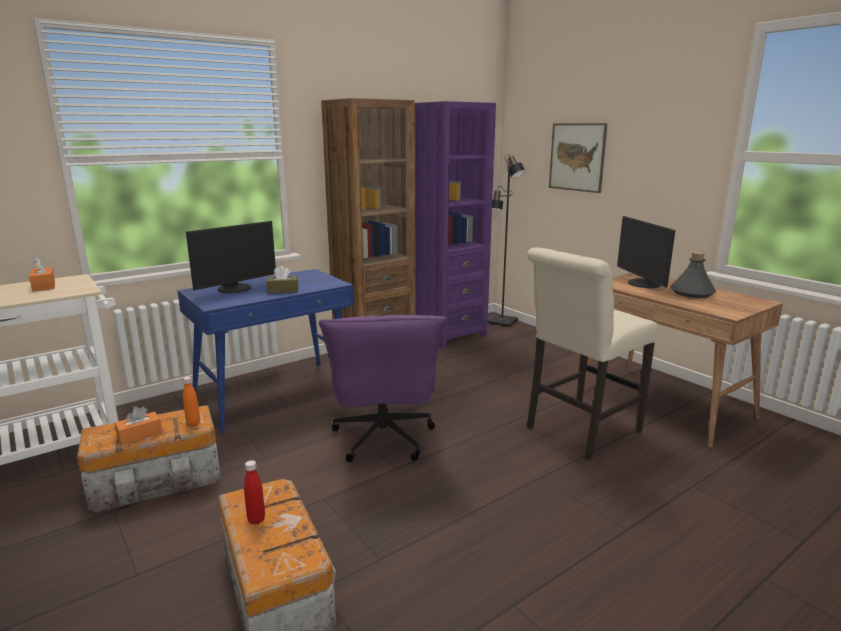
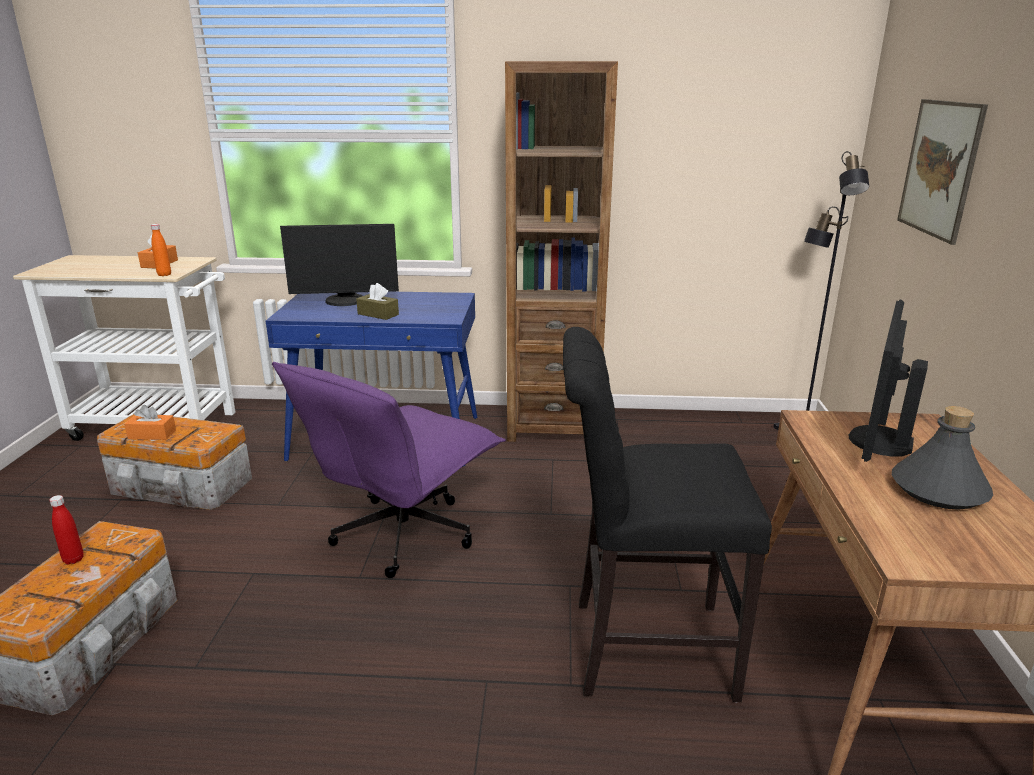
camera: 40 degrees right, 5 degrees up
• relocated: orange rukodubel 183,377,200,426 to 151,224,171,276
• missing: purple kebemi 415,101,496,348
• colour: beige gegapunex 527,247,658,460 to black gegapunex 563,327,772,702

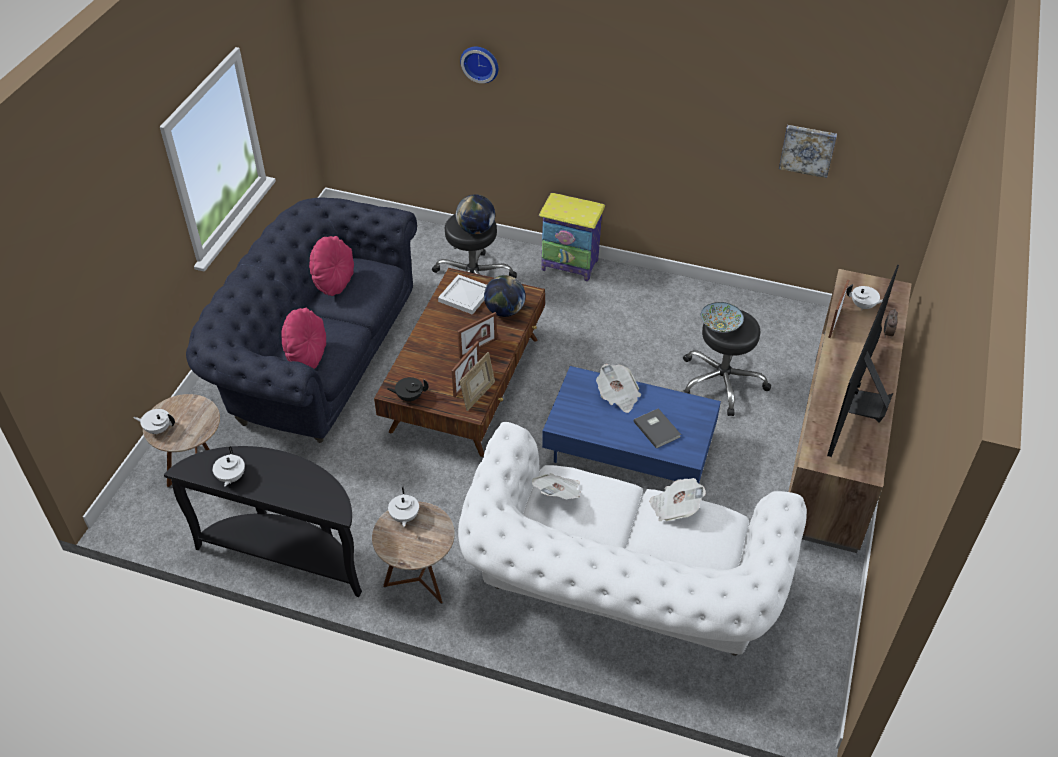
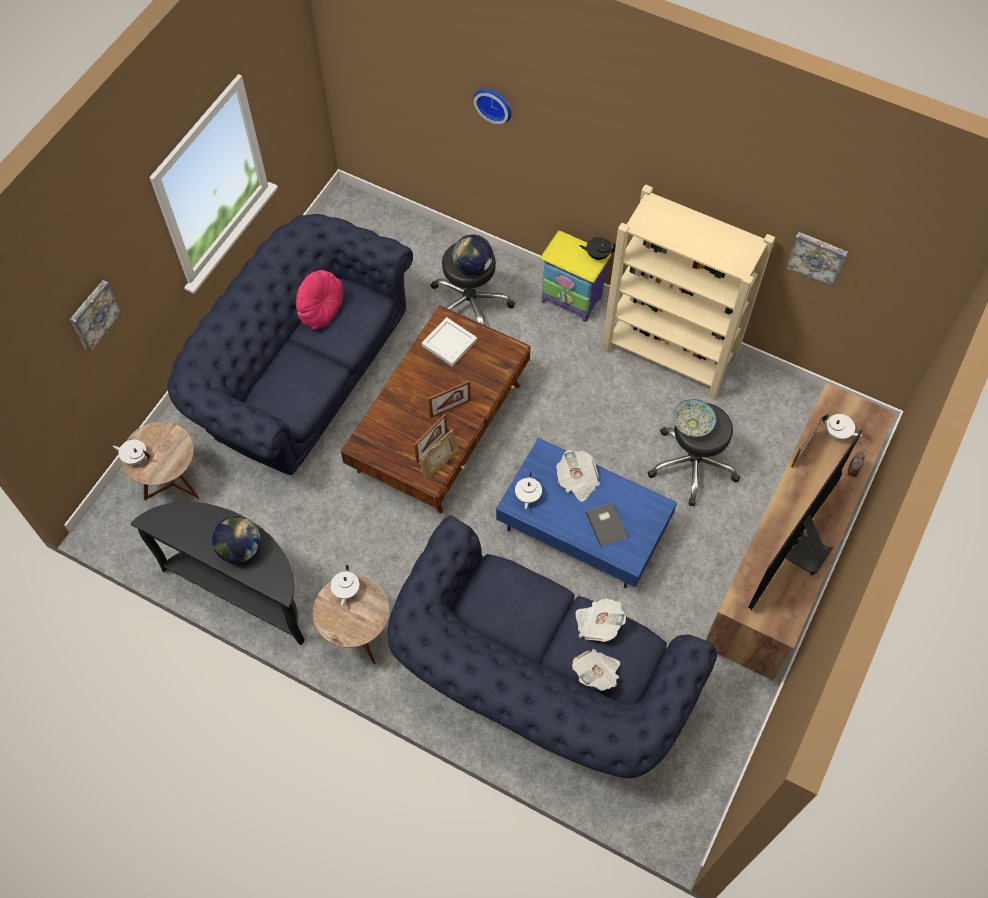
camera: 10 degrees right, 15 degrees up
• relocated: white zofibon 212,446,245,487 to 515,471,542,509
• missing: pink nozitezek 281,308,326,369
• relocated: black zofibon 387,377,428,402 to 580,237,616,260
• colour: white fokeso 458,422,807,656 to blue fokeso 388,516,717,778
• relocated: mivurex 484,275,525,317 to 212,516,260,563
• relocated: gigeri 532,473,581,499 to 572,649,621,691
• appeared: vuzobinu 70,280,123,352
• appeared: beige kebemi 601,185,775,400

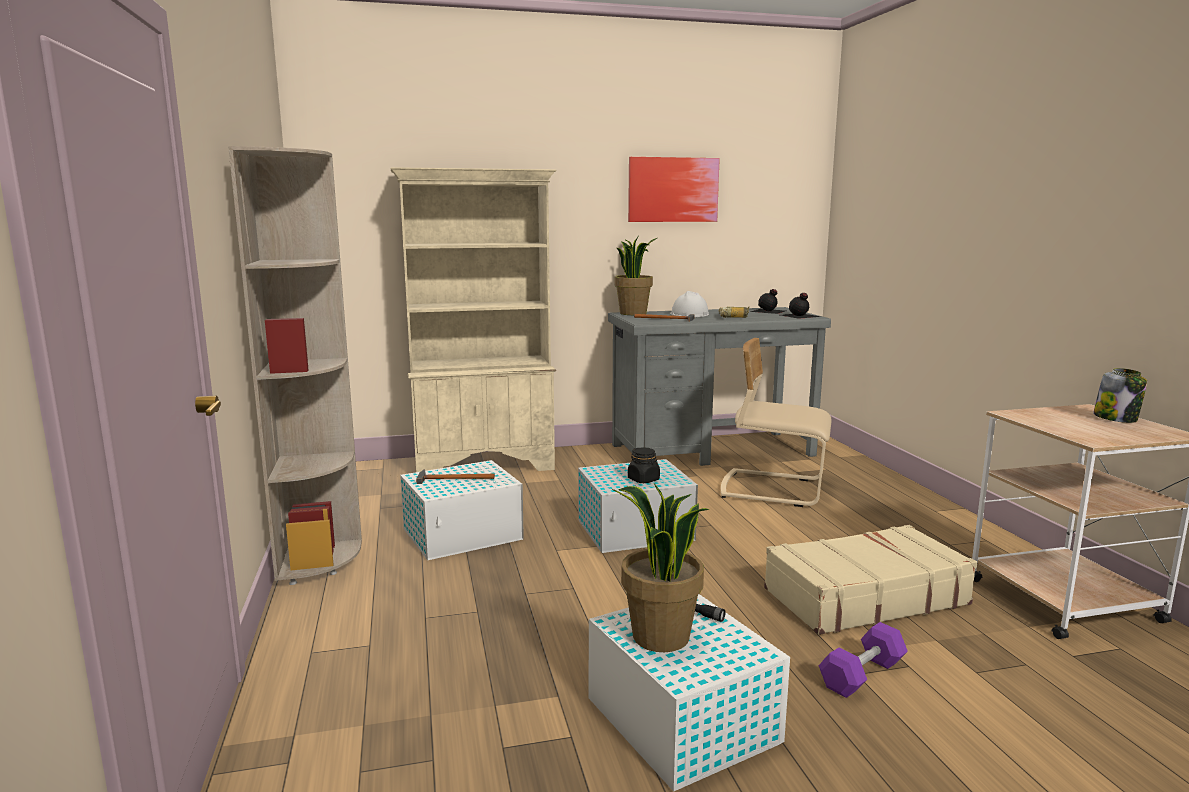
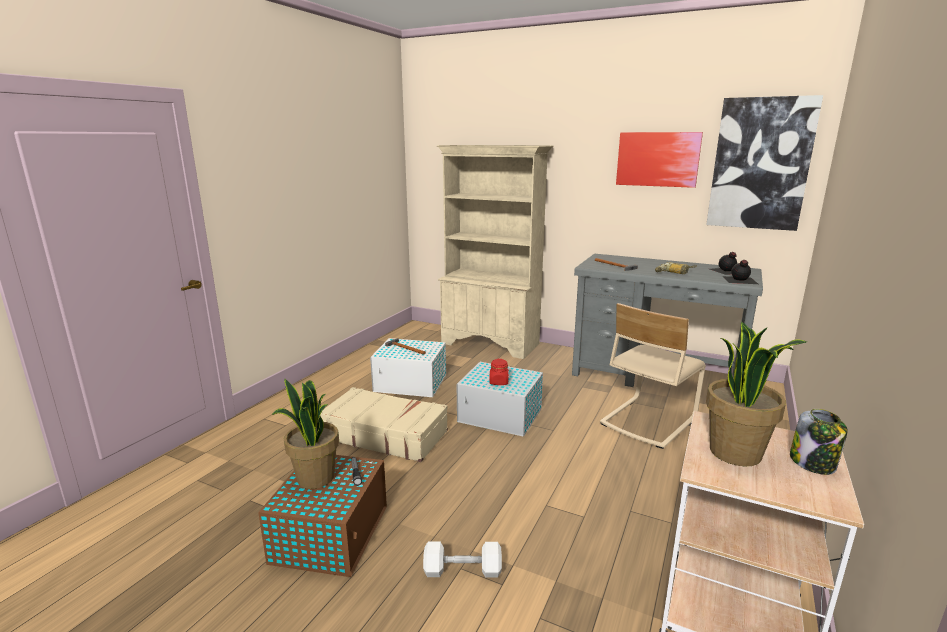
camera: 40 degrees right, 5 degrees up
• missing: beige kebemi 228,146,362,585
• colour: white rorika 588,594,790,791 to brown rorika 258,455,387,577
• relocated: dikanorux 615,236,657,315 to 706,322,807,467
• colour: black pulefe 628,448,660,483 to red pulefe 489,359,509,385
• missing: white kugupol 670,291,709,317
• spun: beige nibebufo 721,338,832,507 = 600,303,706,449 105 degrees counterclockwise
• relocated: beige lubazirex 764,525,977,635 to 320,387,448,462
• colour: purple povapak 818,622,908,698 to white povapak 423,541,502,578
• appeared: vuzobinu 706,95,823,231

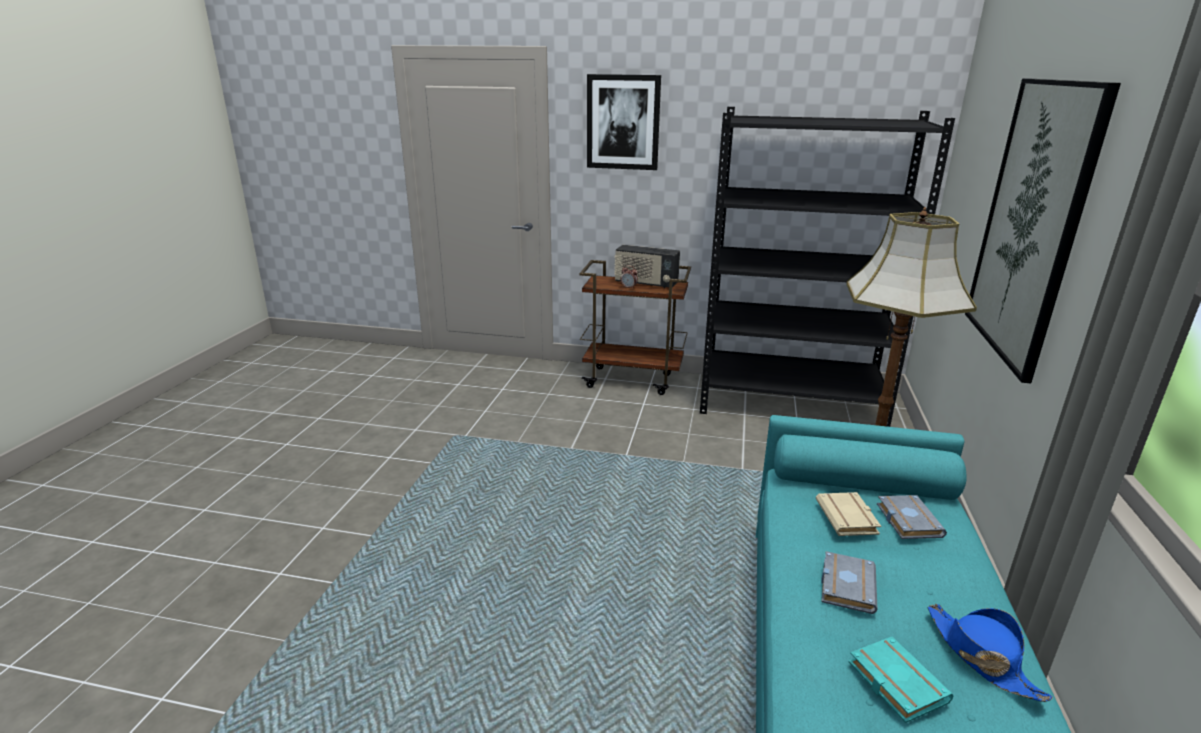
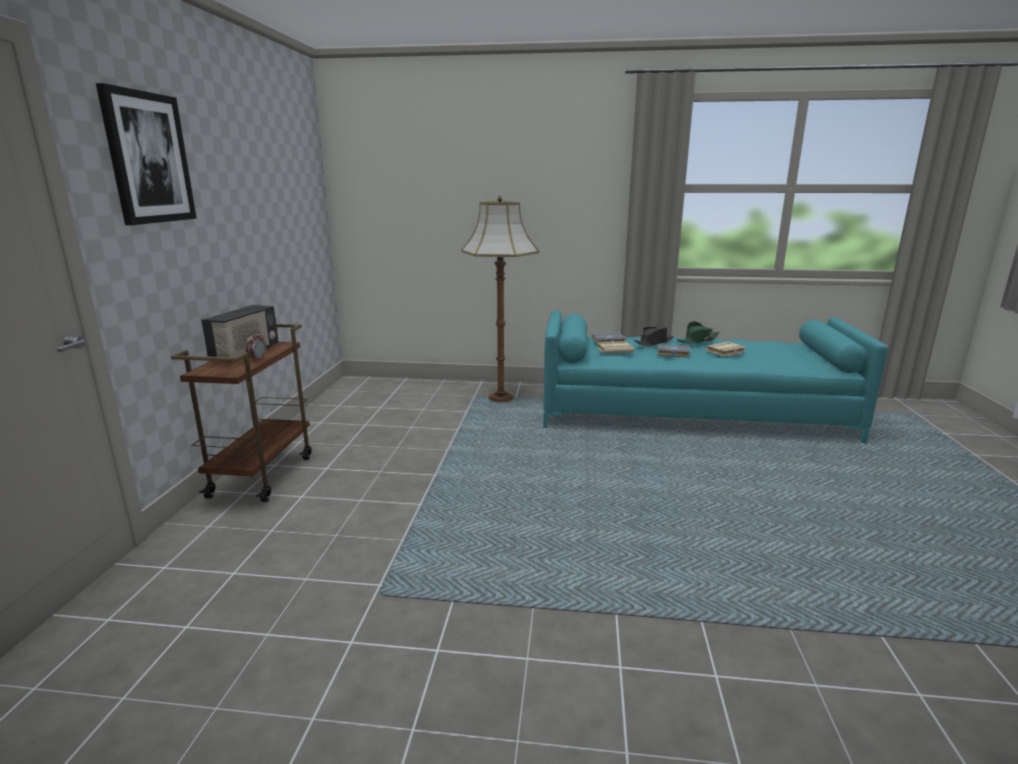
camera: 95 degrees left, 5 degrees down
• missing: black kebemi 700,107,955,427
• colour: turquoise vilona 849,637,953,723 to beige vilona 706,342,746,356
• colour: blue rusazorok 927,604,1053,702 to green rusazorok 676,321,720,344
• missing: vuzobinu 965,78,1121,383
• appeared: black rusazorok 634,326,674,346

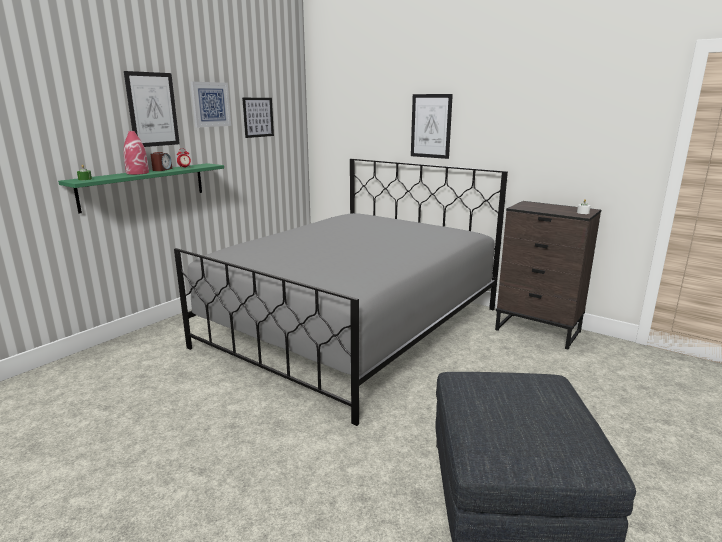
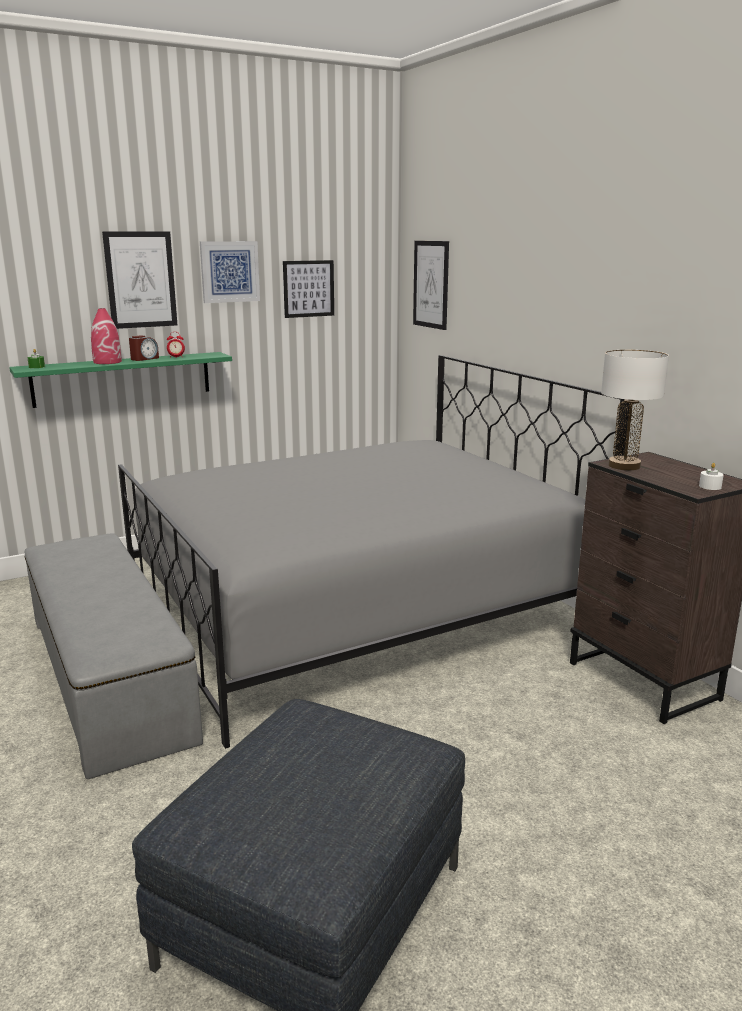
camera: 25 degrees right, 0 degrees up
• relocated: vuzobinu 411,94,453,159 to 413,241,449,330
• appeared: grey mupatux 25,533,203,779
• appeared: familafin 601,350,669,470

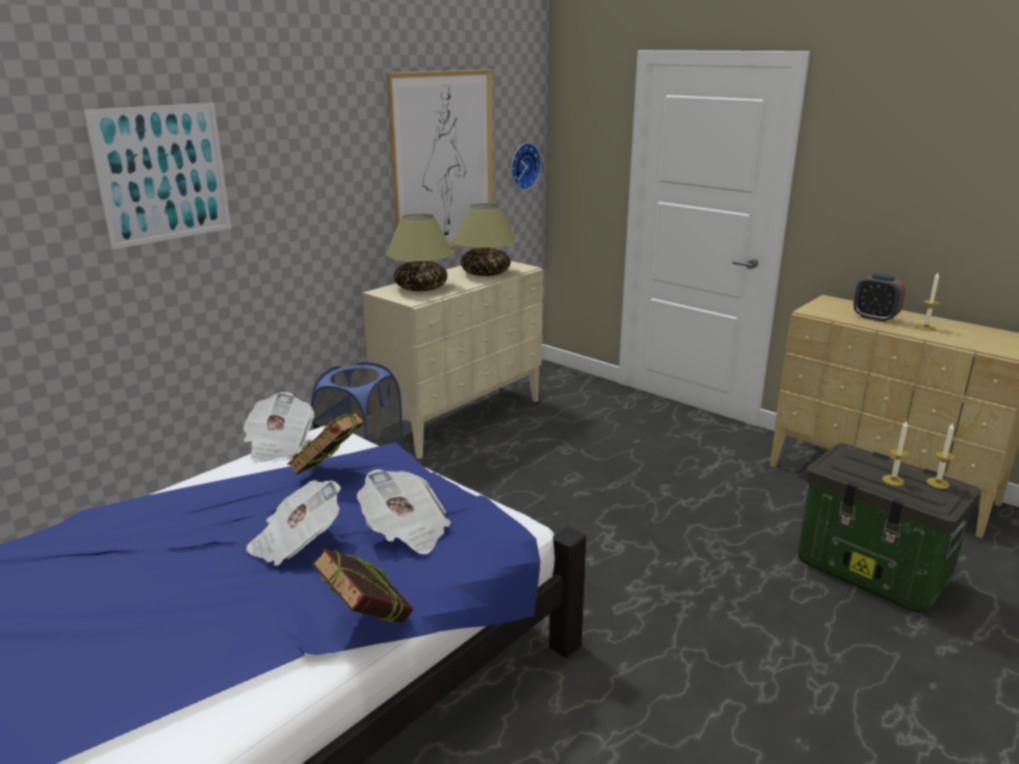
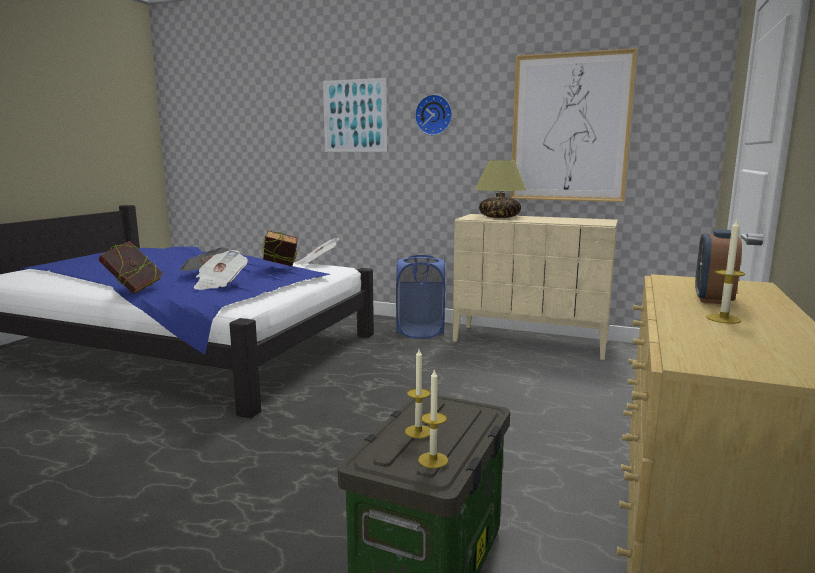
camera: 70 degrees right, 10 degrees down
• missing: familafin 454,203,517,276
• relocated: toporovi 511,143,541,190 to 415,94,452,135

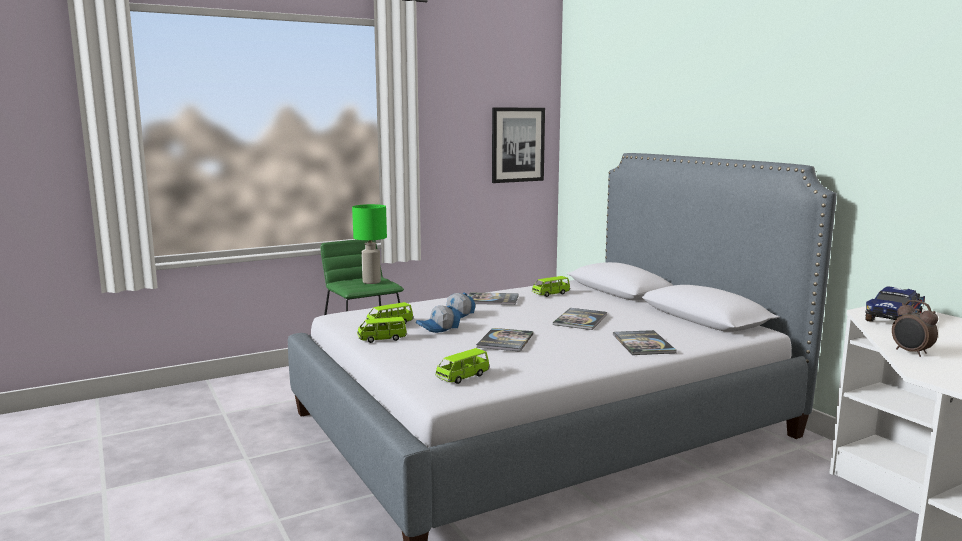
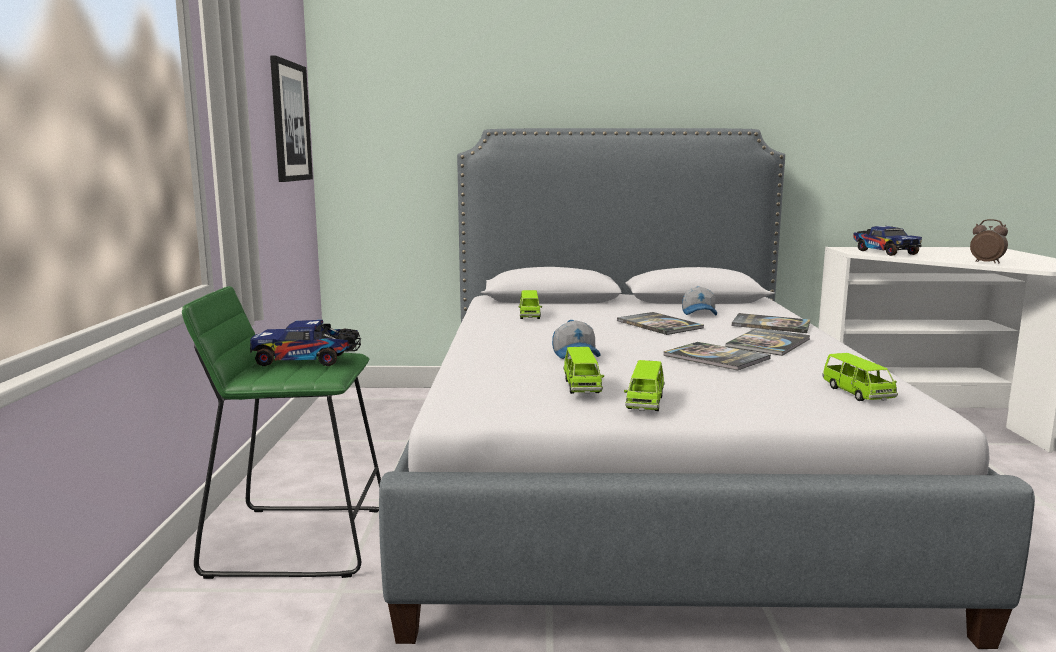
camera: 60 degrees left, 0 degrees up
• exchanged: green familafin 352,204,387,284 to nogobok 250,320,361,366
• relocated: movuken 416,305,461,333 to 682,287,717,315
• relocated: vilona 468,293,519,305 to 726,328,810,356
• spun: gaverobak 892,300,938,357 = 970,219,1008,263 135 degrees counterclockwise

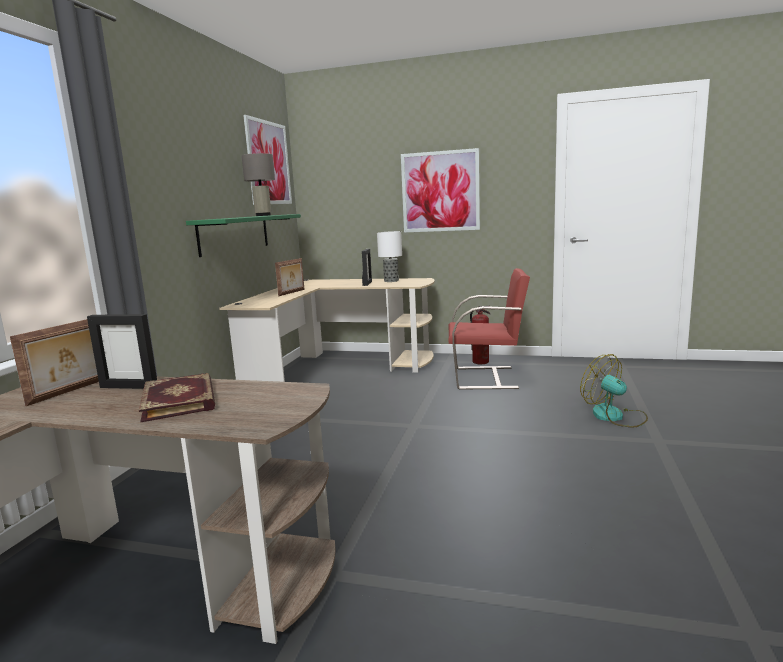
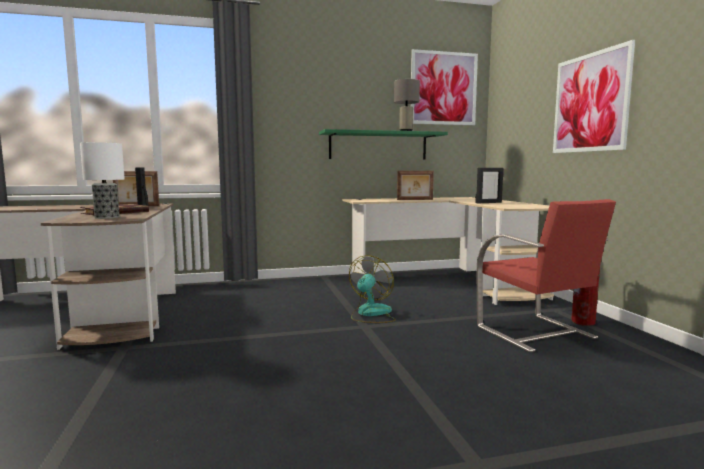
camera: 60 degrees right, 5 degrees down
• relocated: familafin 377,231,402,282 to 80,142,125,219
• relocated: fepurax 580,354,648,427 to 349,255,396,323

